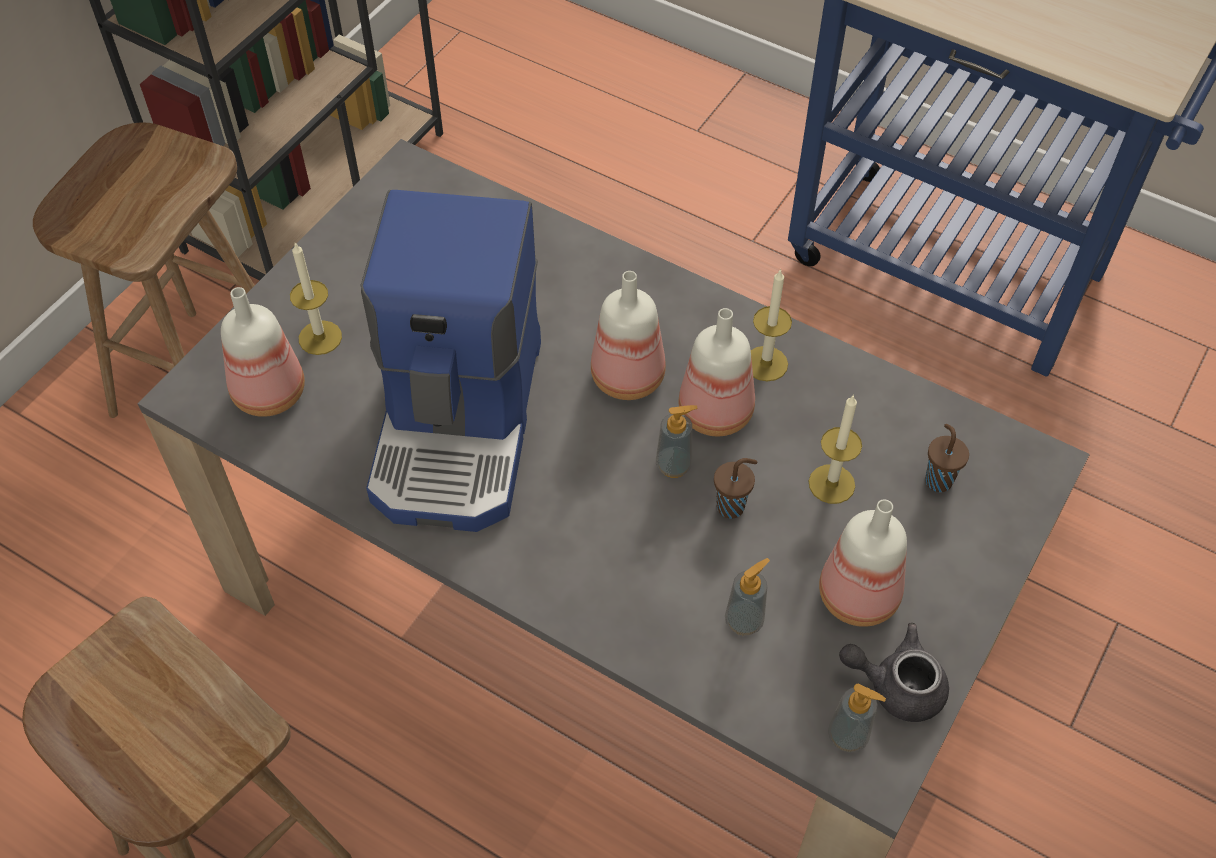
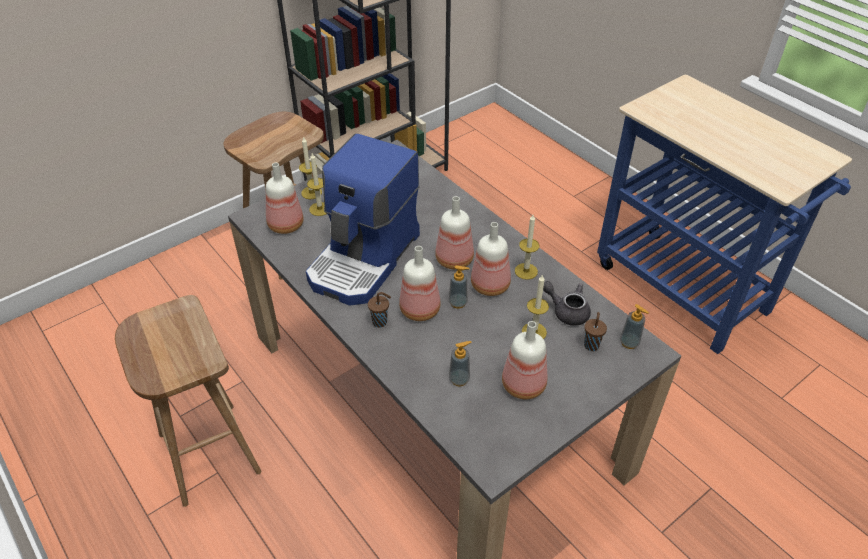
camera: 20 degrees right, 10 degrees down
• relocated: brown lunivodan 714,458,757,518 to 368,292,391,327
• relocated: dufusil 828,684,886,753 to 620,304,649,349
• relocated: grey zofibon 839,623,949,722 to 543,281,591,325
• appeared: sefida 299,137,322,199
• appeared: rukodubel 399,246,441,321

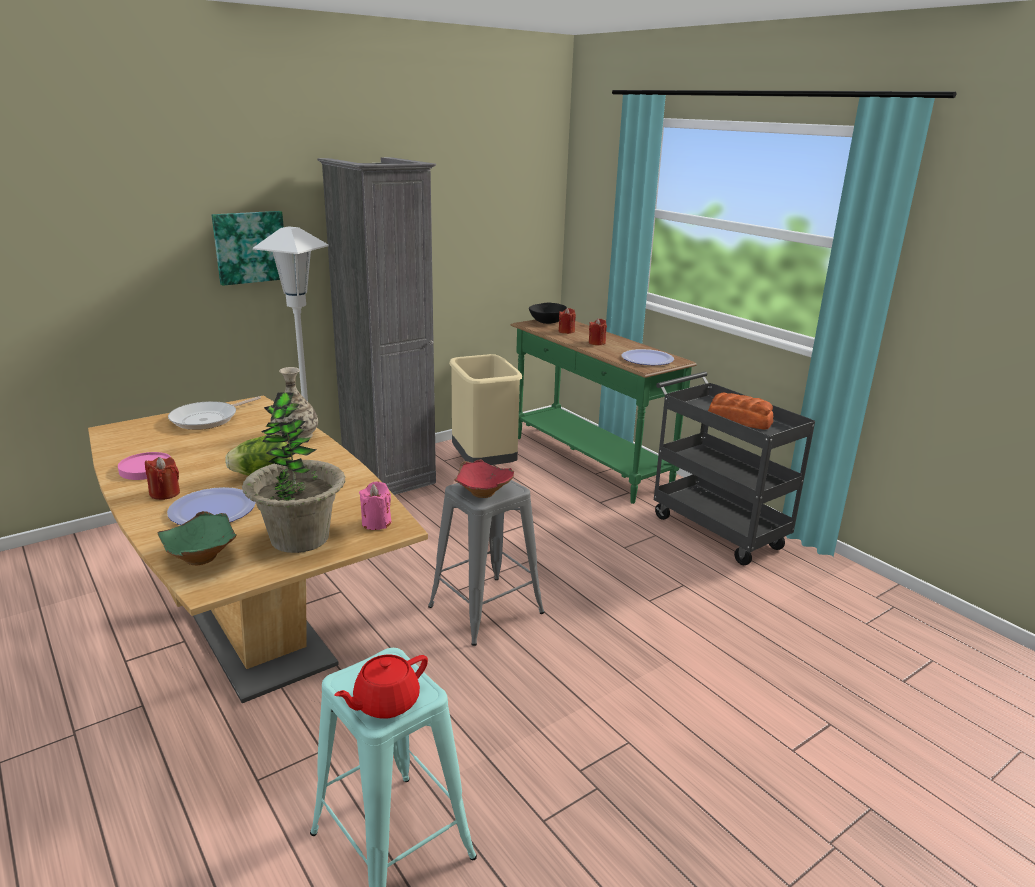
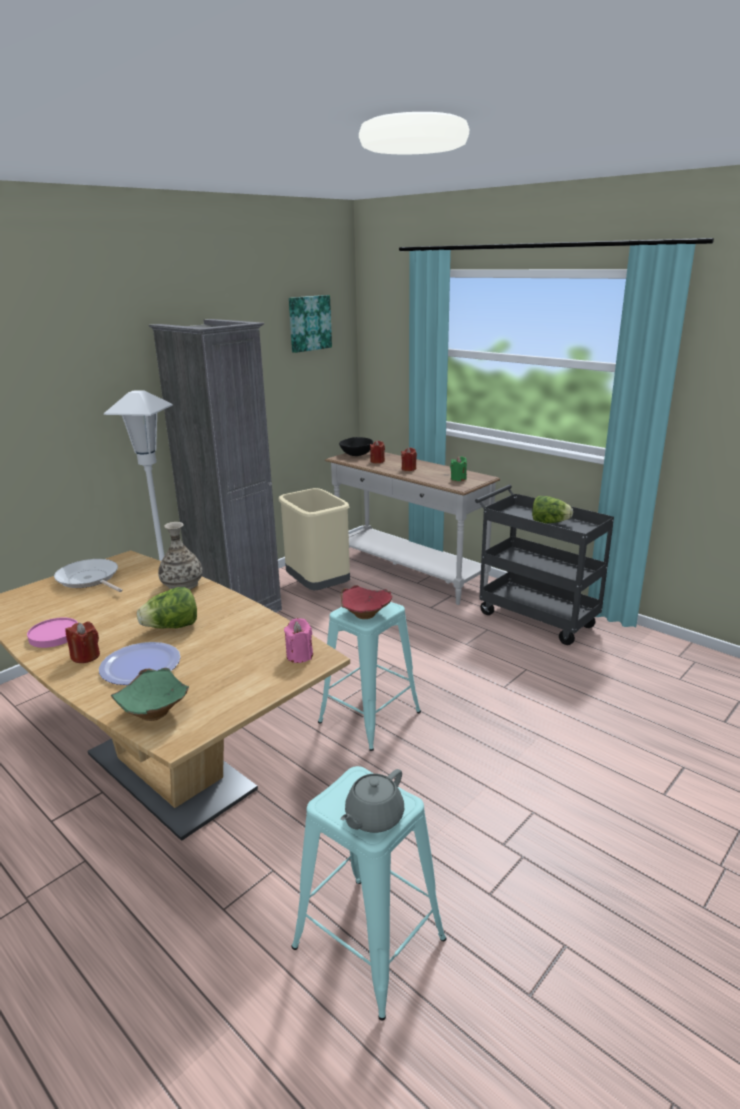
camera: 10 degrees left, 0 degrees up
• spun: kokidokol 168,396,261,430 = 54,559,123,592 105 degrees clockwise
• relocated: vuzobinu 212,211,284,286 to 289,295,332,353
• missing: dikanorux 242,392,346,553
• colour: red zofibon 334,655,428,719 to grey zofibon 341,769,404,833
• colour: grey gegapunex 428,480,545,646 to turquoise gegapunex 318,602,421,751
• colour: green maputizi 510,320,697,504 to white maputizi 325,451,500,605
• exchanged: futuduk 622,349,674,365 to green sefida 450,456,467,481
• exchanged: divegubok 708,393,774,429 to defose 532,496,573,524

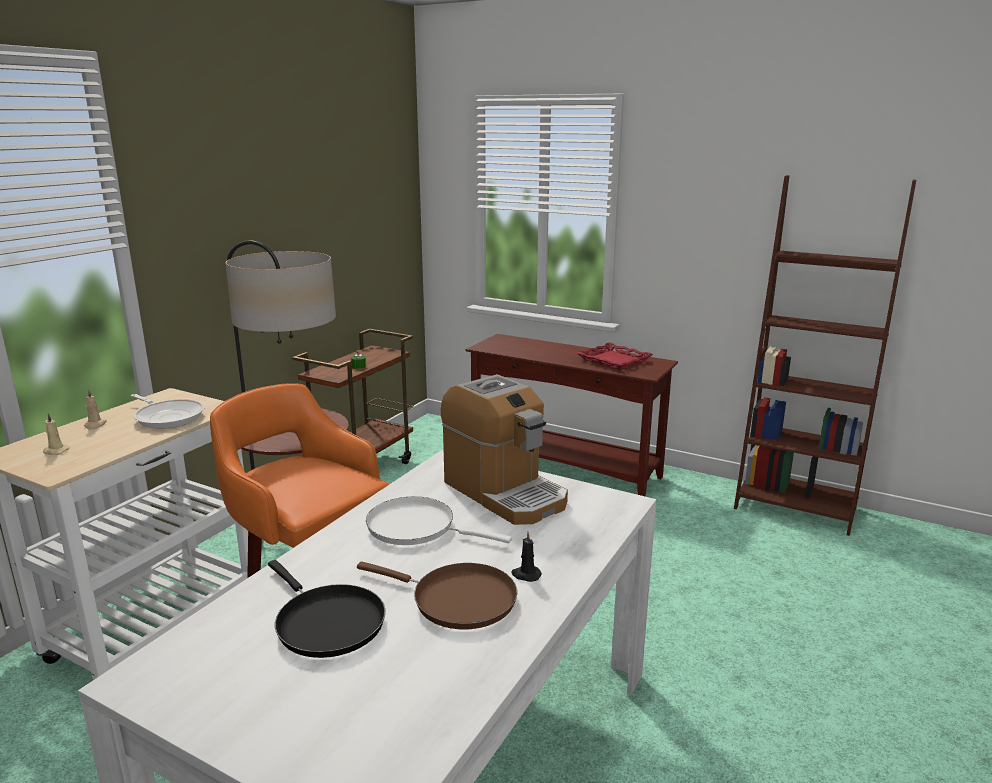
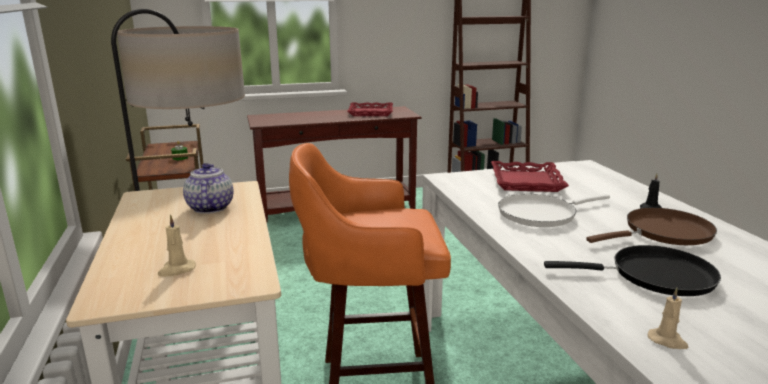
camera: 45 degrees left, 0 degrees up
• relocated: beige sefida 84,389,107,430 to 648,288,689,349
• exchanged: kokidokol 131,394,205,429 to zofibon 183,163,233,214
• exchanged: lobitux 440,374,568,525 to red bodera 491,161,569,192

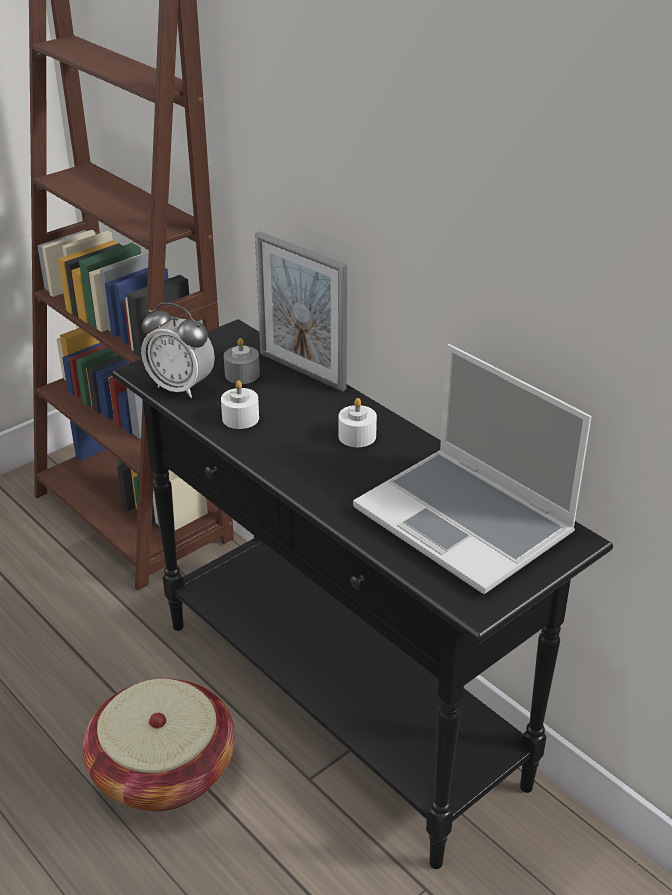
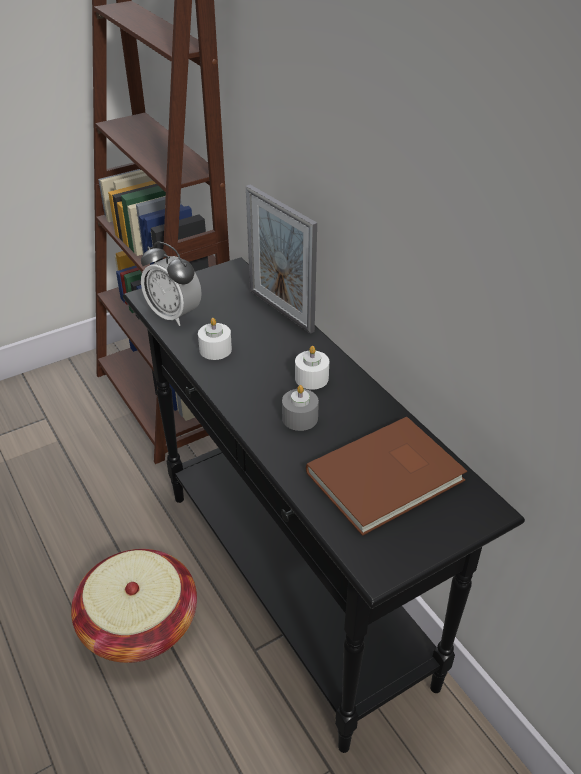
camera: 10 degrees right, 5 degrees up
• relocated: grey sefida 224,338,260,384 to 282,385,319,431
• exchanged: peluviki 353,344,592,594 to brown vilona 306,417,467,536

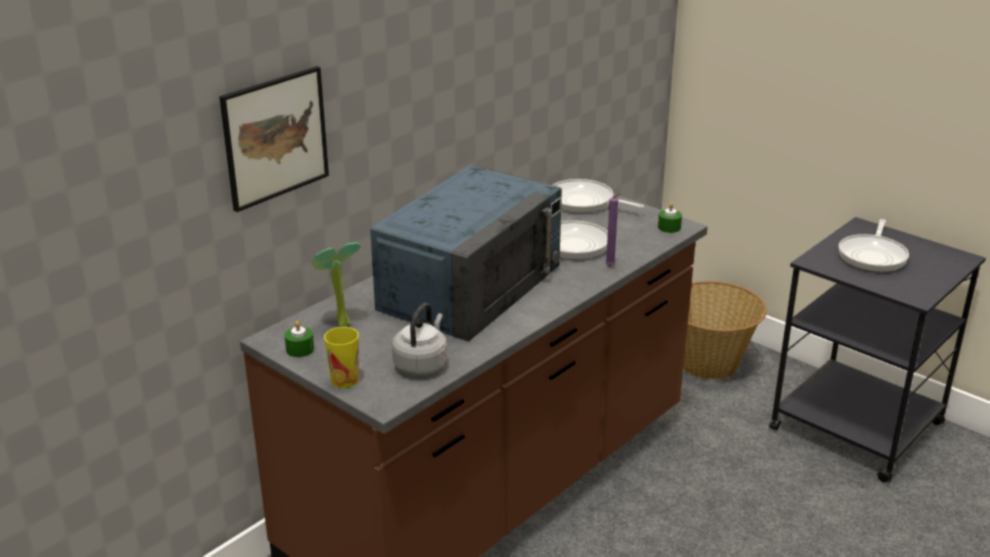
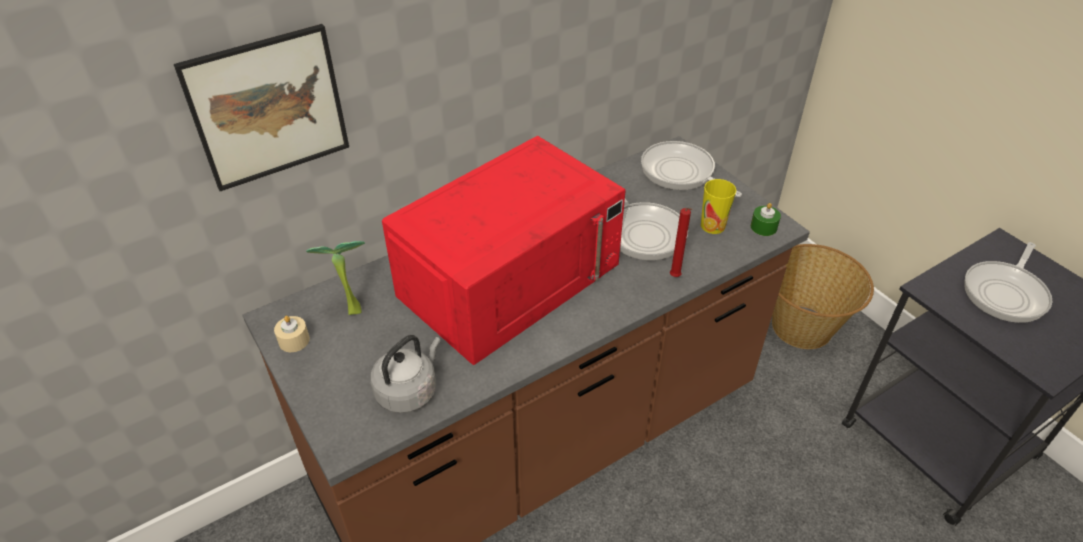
camera: 15 degrees right, 15 degrees up
• colour: green sefida 285,321,314,357 to beige sefida 274,316,310,352
• relocated: lunivodan 324,327,359,388 to 701,179,736,234
• colour: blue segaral 370,165,562,341 to red segaral 382,136,626,365
• colour: purple sefida 605,194,621,267 to red sefida 670,208,693,277

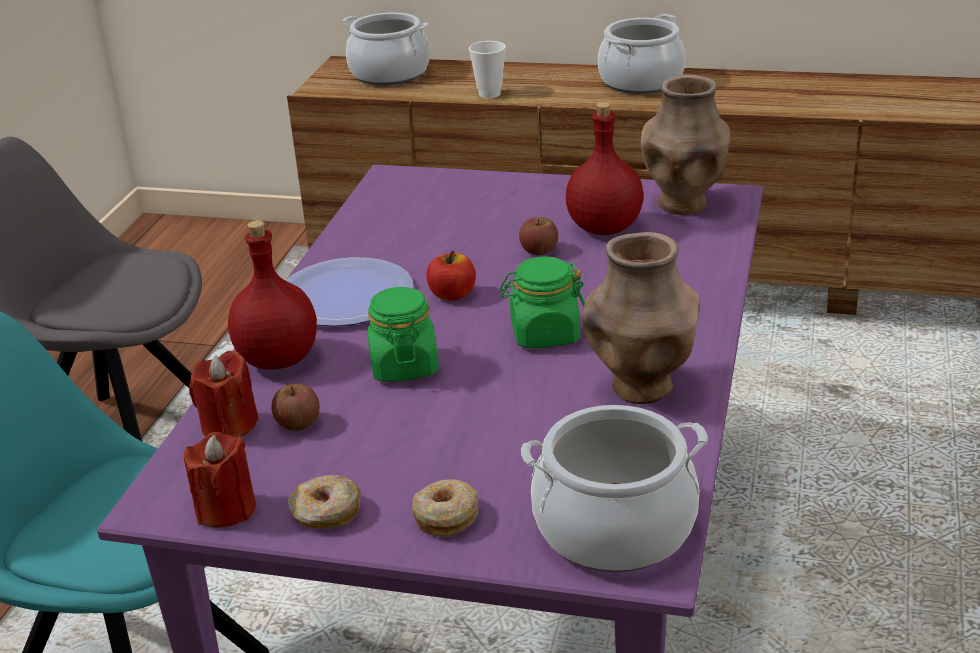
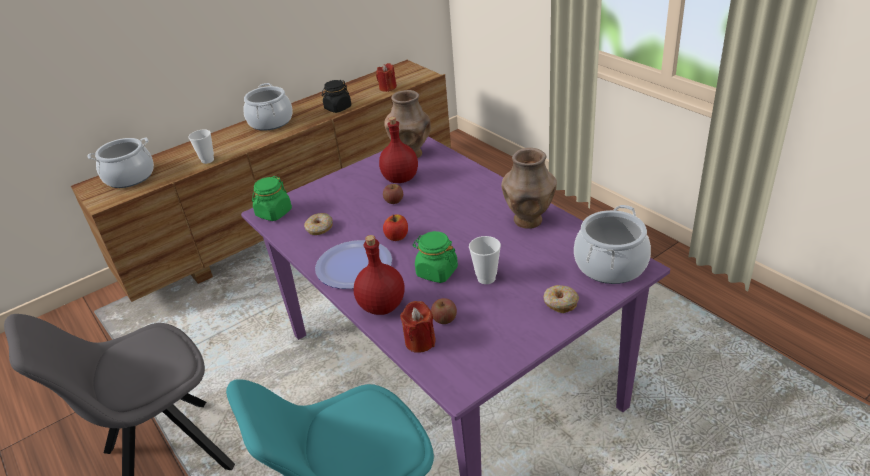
camera: 50 degrees left, 5 degrees up
• relocated: red sefida 184,432,256,528 to 376,63,397,92
• relocated: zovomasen 288,475,361,529 to 304,213,333,235
• relocated: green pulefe 500,256,585,348 to 252,176,292,221
• appeared: black pulefe 322,80,351,113
• appeared: lunivodan 469,236,501,284

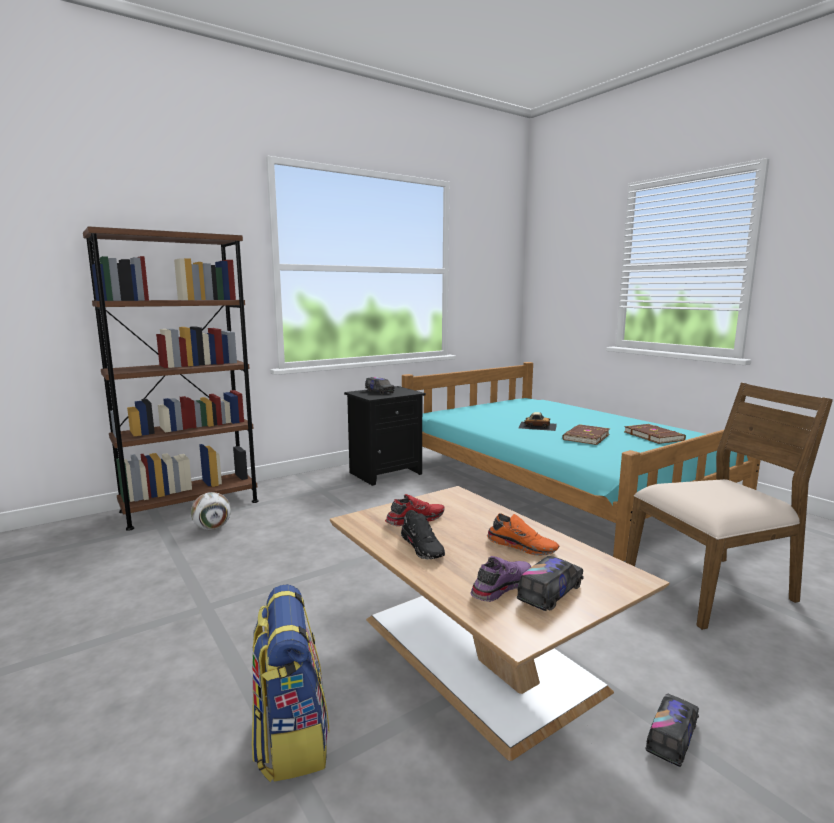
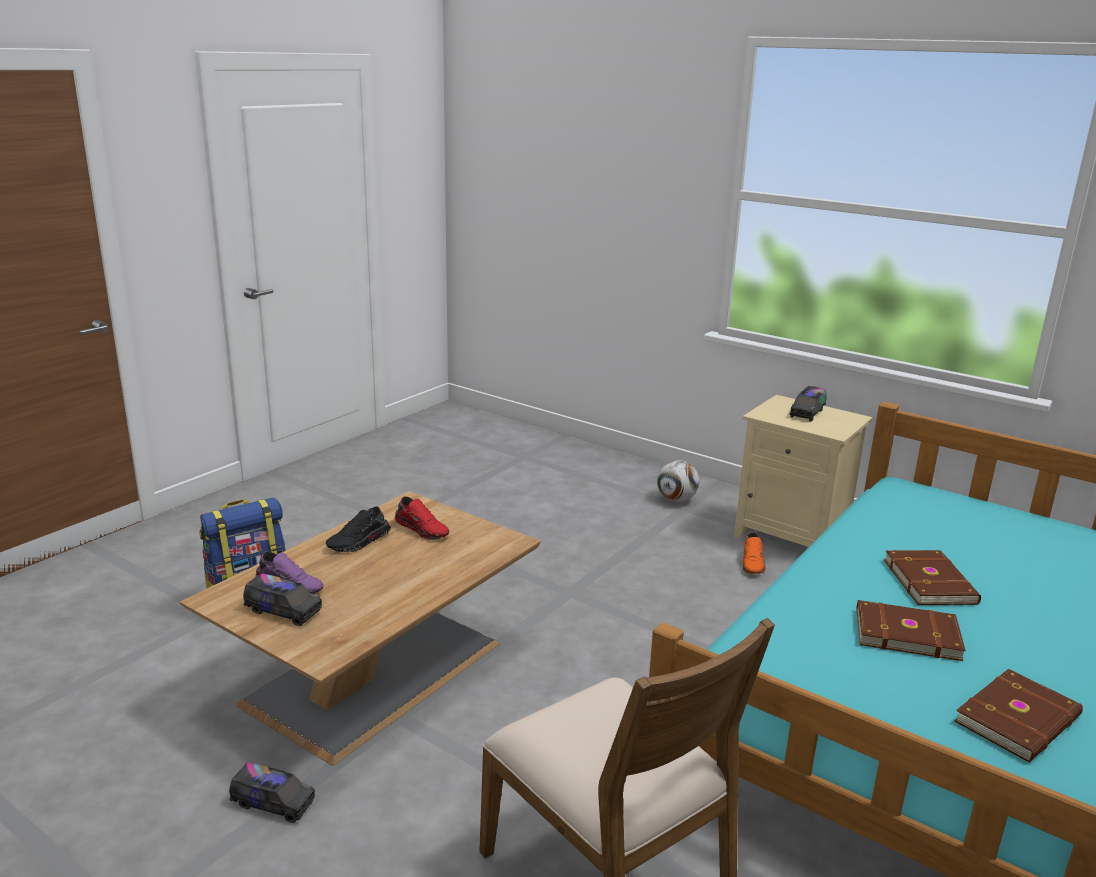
camera: 70 degrees right, 10 degrees up
• missing: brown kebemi 83,226,259,531
• relocated: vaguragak 191,492,231,530 to 657,460,699,502
• colour: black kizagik 344,386,426,486 to beige kizagik 734,395,873,547
• relocated: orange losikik 487,513,560,556 to 743,532,766,574
• exchanged: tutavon 519,412,557,431 to brown vilona 884,550,981,605

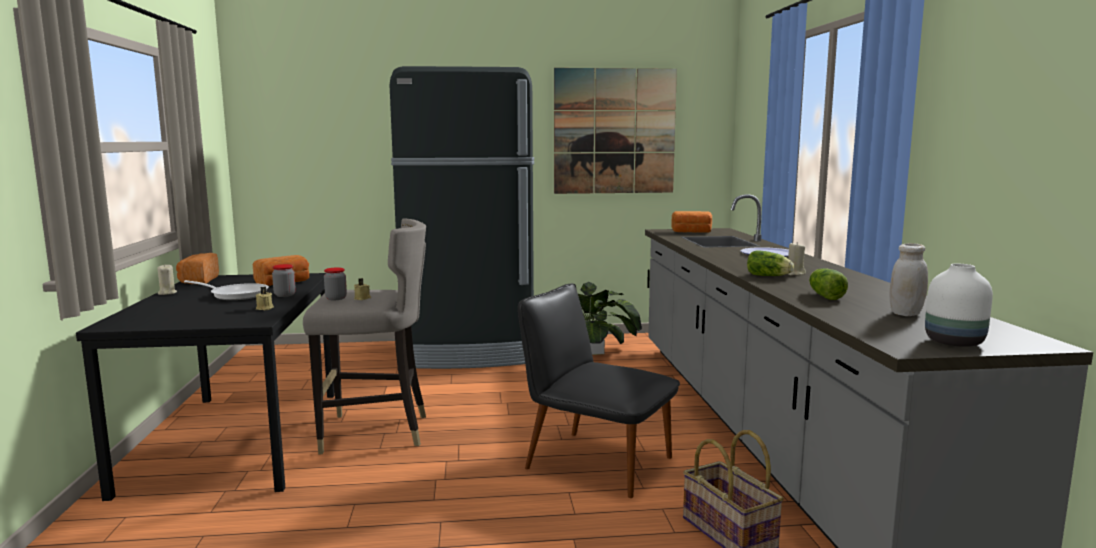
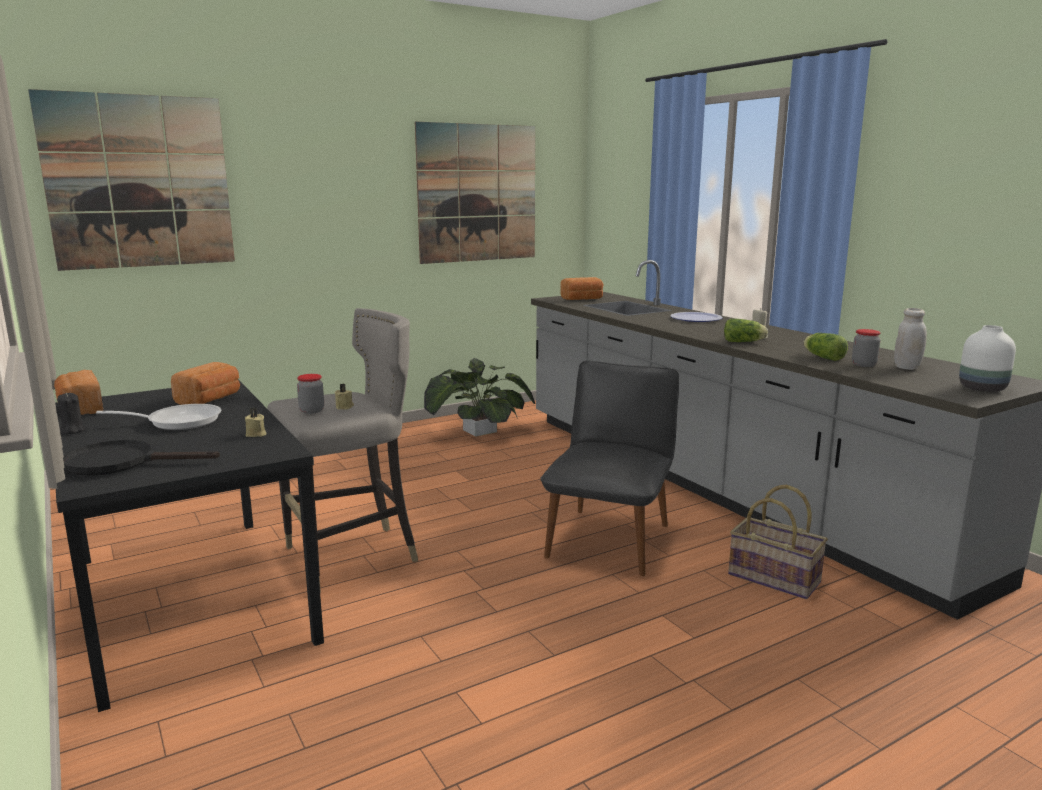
camera: 25 degrees left, 5 degrees up
• colour: beige sefida 157,264,177,295 to black sefida 57,393,85,434
• relocated: pulefe 272,264,296,297 to 852,329,881,367
• missing: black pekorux 390,66,534,369
• spun: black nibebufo 518,283,680,498 = 540,361,679,576 105 degrees clockwise
• appeared: vuzobinu 28,89,235,271
• appeared: black kokidokol 63,440,220,476

